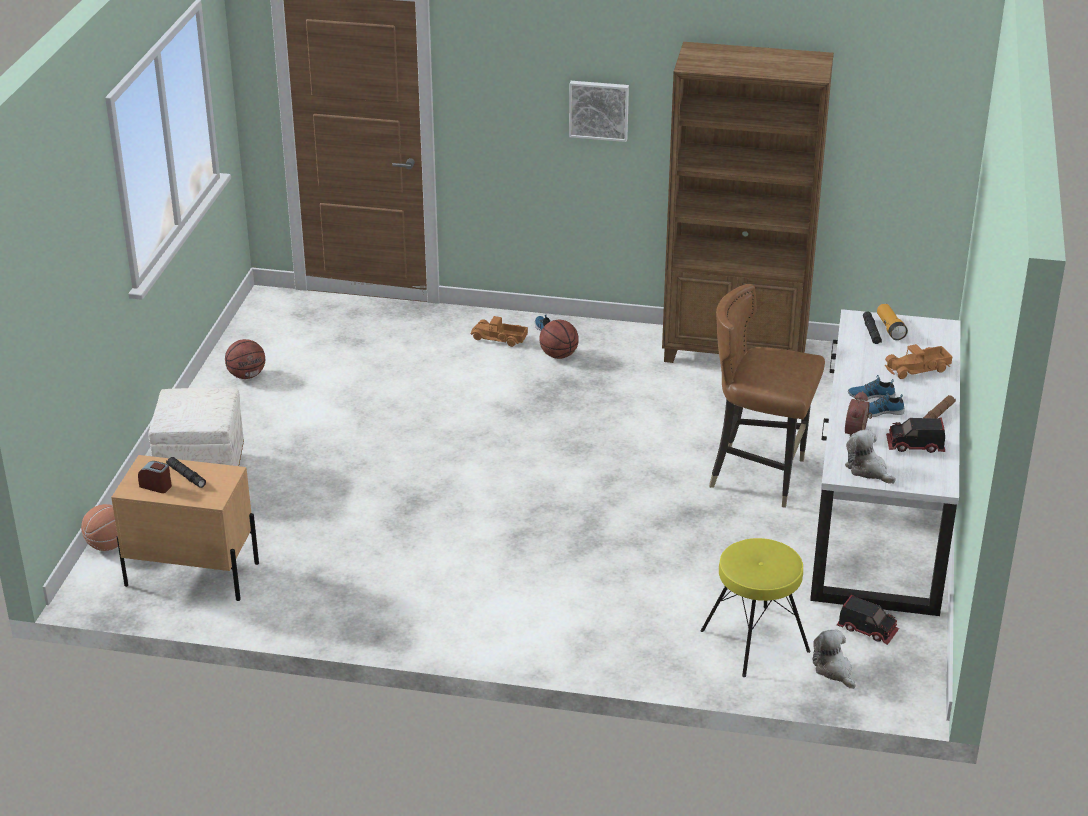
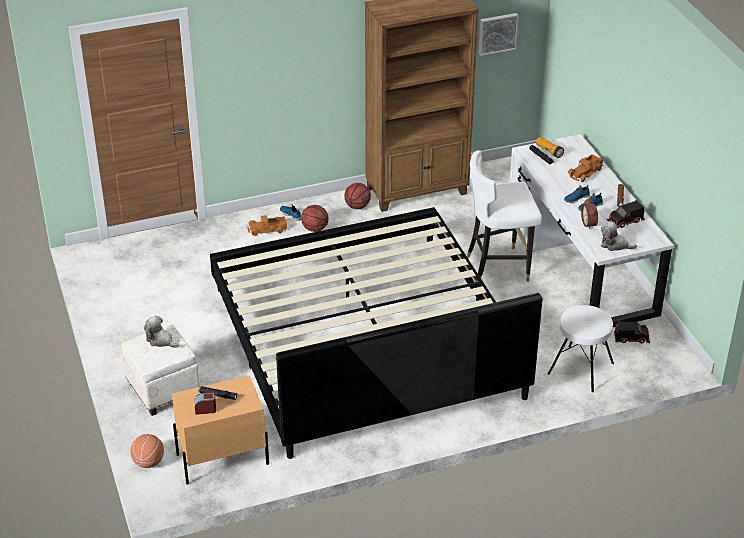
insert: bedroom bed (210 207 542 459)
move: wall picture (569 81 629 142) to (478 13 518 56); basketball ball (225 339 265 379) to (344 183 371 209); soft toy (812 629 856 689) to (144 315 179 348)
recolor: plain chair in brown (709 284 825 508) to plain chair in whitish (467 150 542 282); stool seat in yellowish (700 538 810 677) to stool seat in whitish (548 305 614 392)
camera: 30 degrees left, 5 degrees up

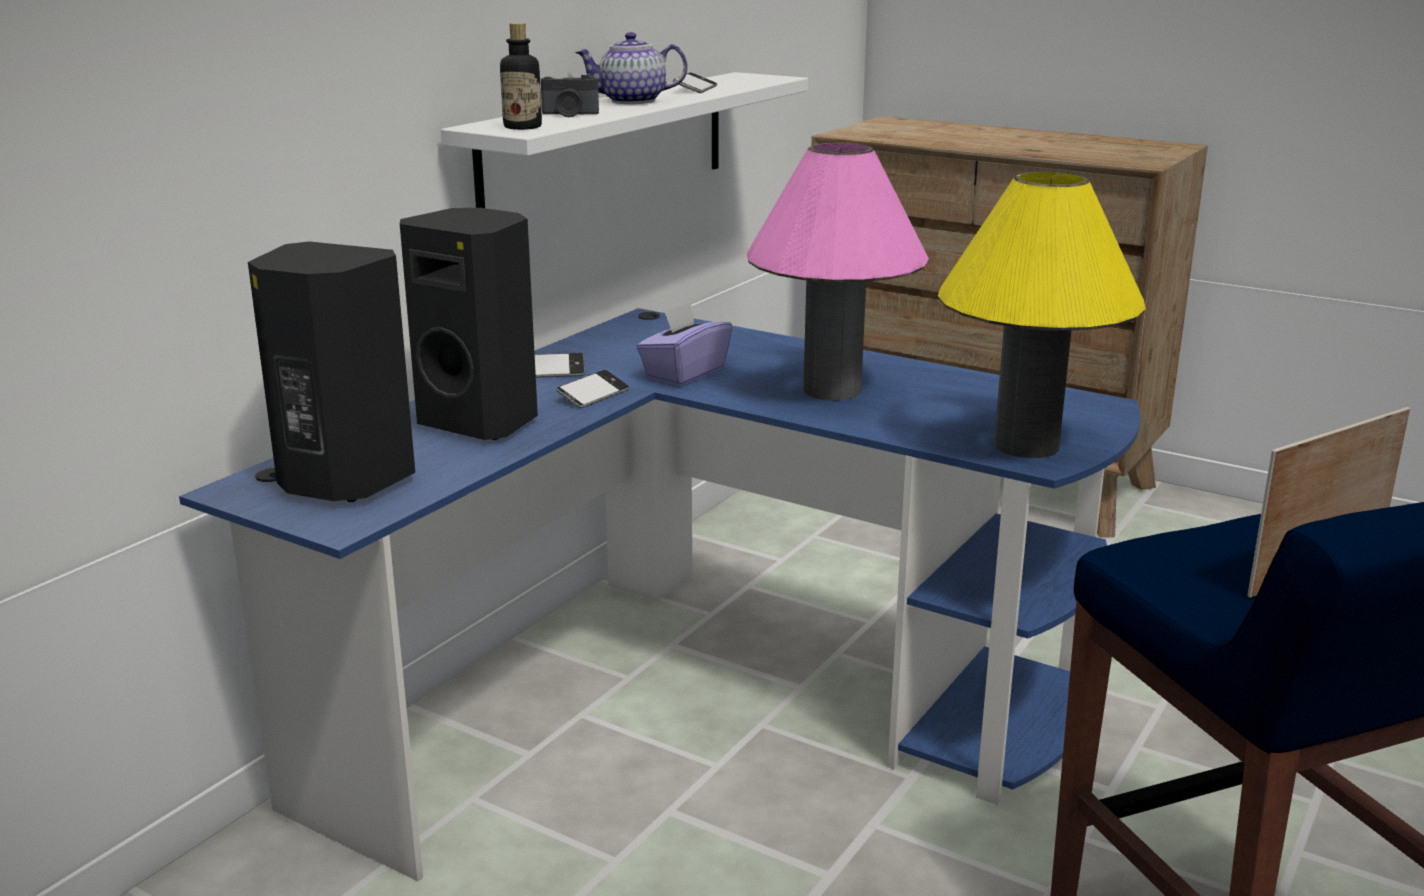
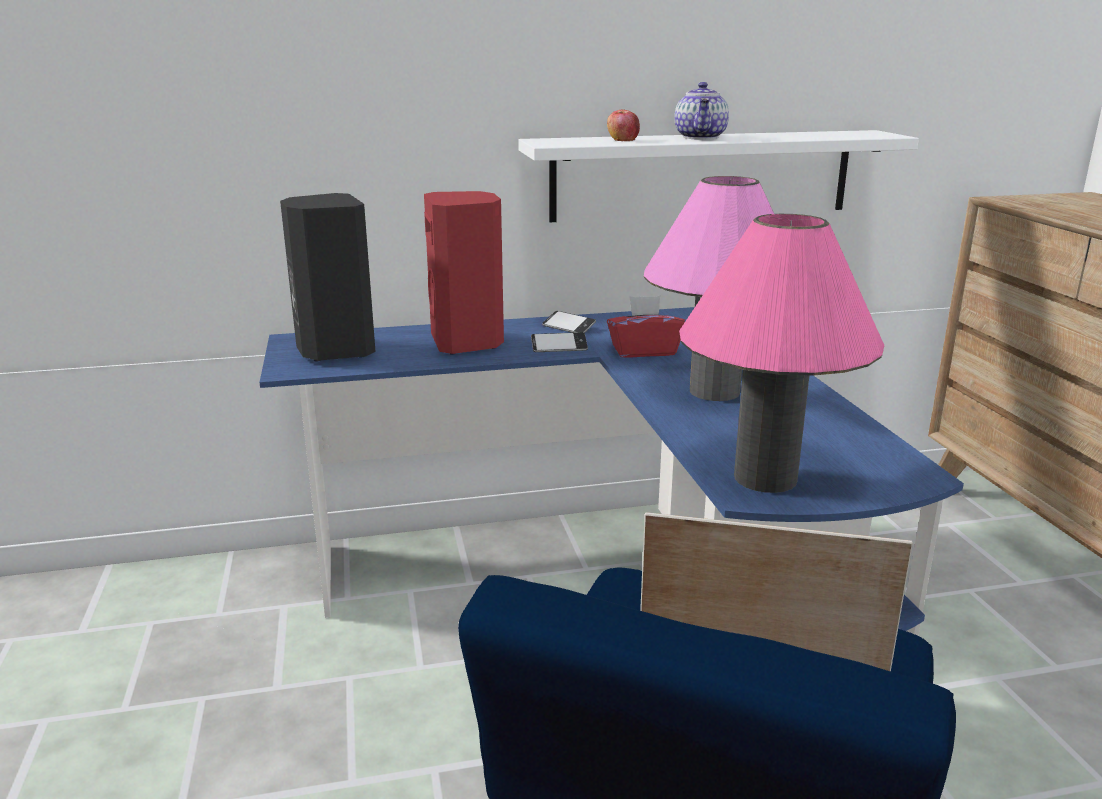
delete: beverage bottle (500 23 542 130); handset (673 72 717 93)
replace: photo camera (541 75 599 117) to apple fruit (607 110 640 141)
recolor: tabletop lamp in yellowish (938 172 1146 458) to tabletop lamp in pink (679 214 885 493); audio speaker in black (400 208 538 440) to audio speaker in red-coloured (424 191 504 355); tissue holder in purple-coloured (636 301 732 386) to tissue holder in red-coloured (607 296 685 358)
rotate: pot for tea (575 32 688 104) = (675 82 729 140) 120 degrees counterclockwise
camera: 45 degrees right, 0 degrees up

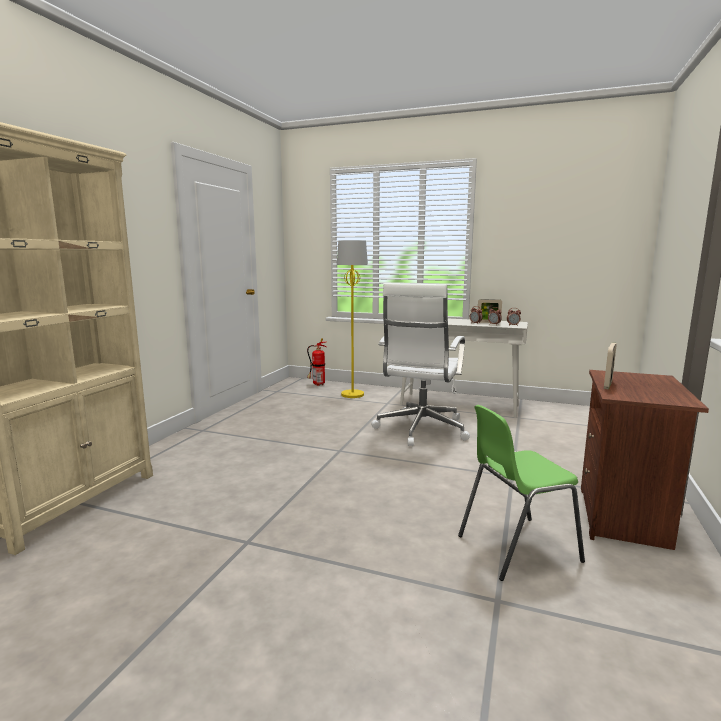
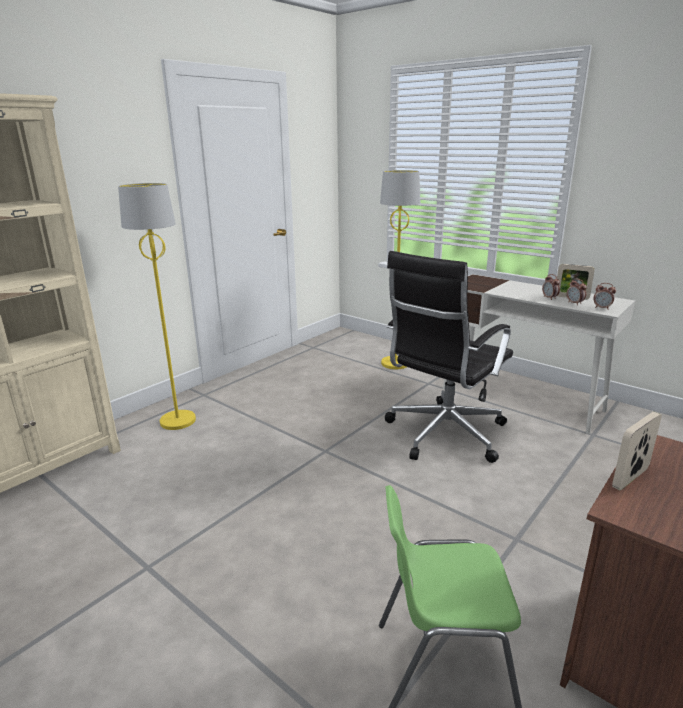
delete: fire-fighting cylinder (307 338 327 386)
insert: floor lamp in yellowish (118 183 196 430)
recolor: desk chair in whitish (371 283 470 446) to desk chair in black (385 251 513 463)
camera: 20 degrees right, 10 degrees up

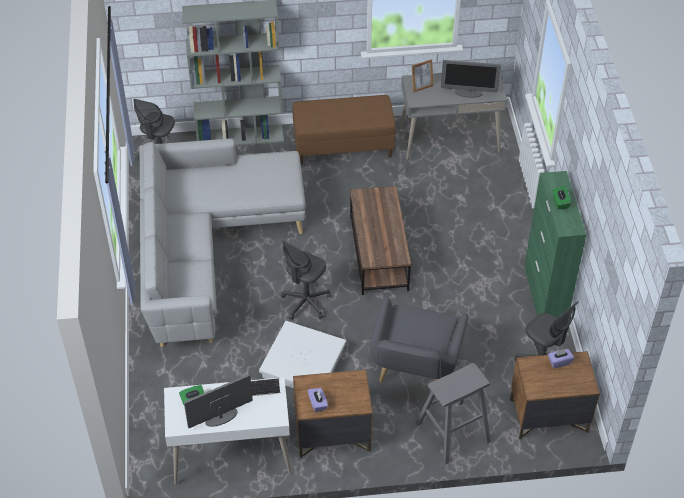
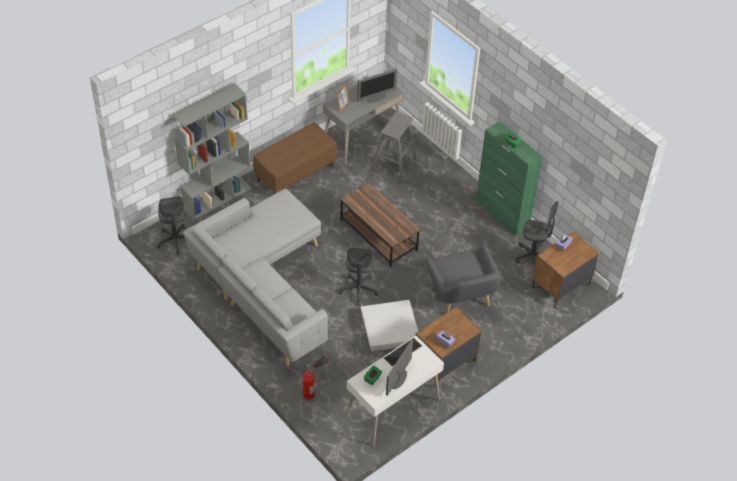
insert: fire-fighting cylinder (303 355 329 399)
move: stool seat in gray (416 363 491 465) to (370 112 418 183)
camera: 35 degrees left, 0 degrees up

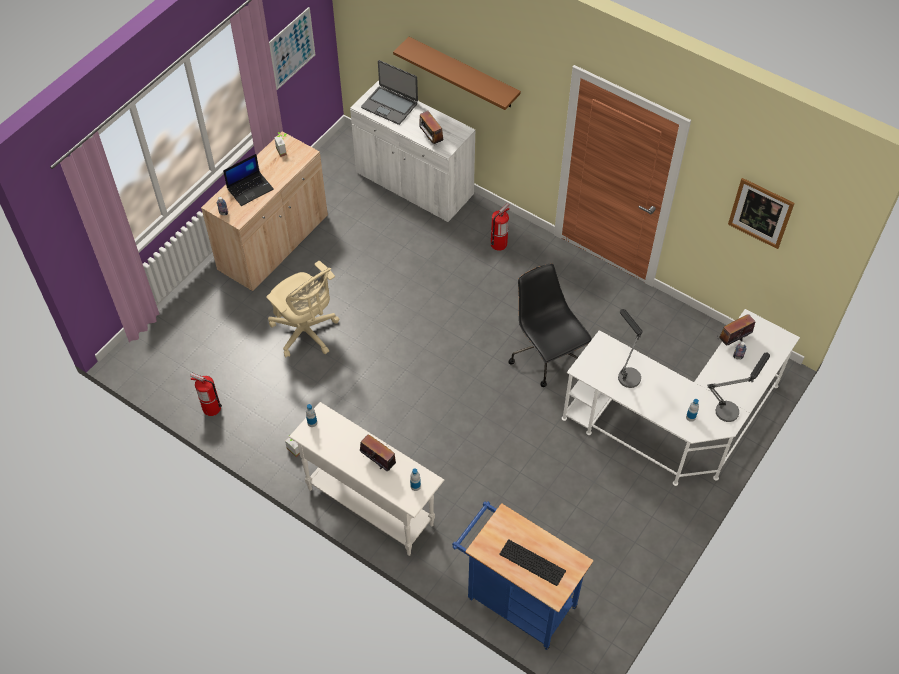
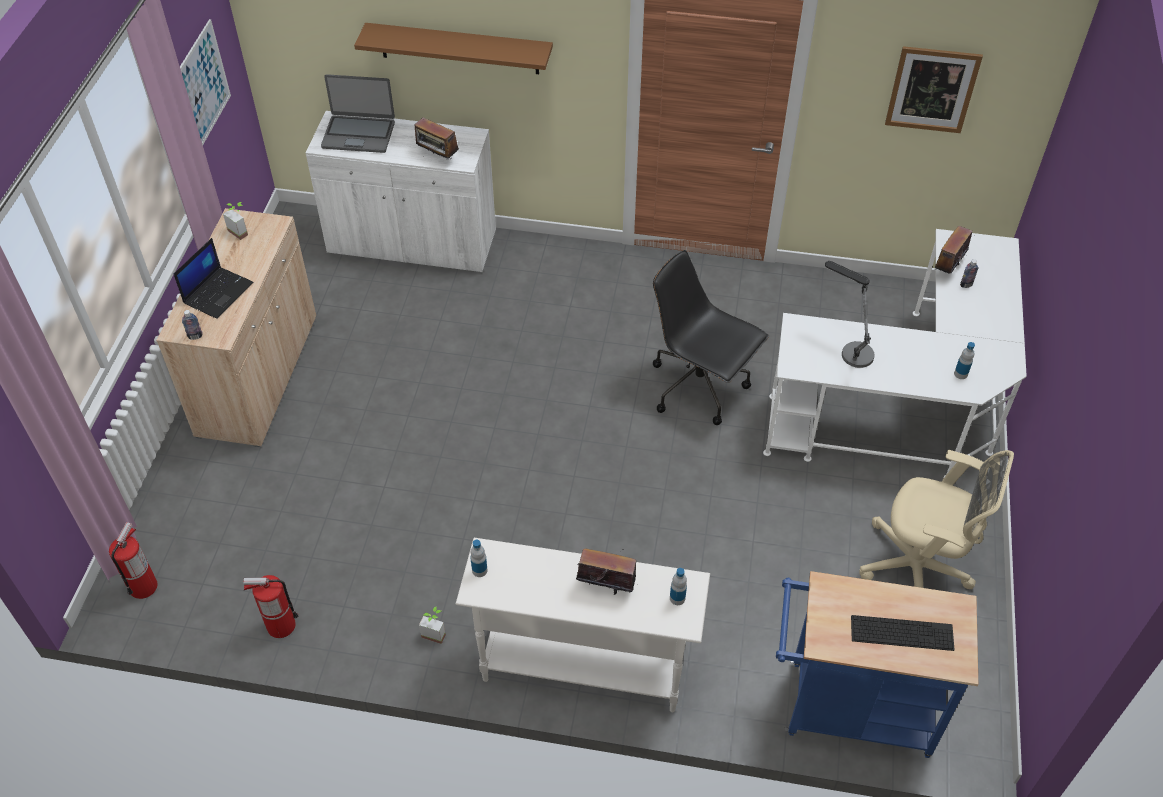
delete: tabletop lamp (707 353 770 422)
move: fire-fighting cylinder (491 203 510 251) to (109 522 158 599); desk chair in sand-coloured (266 261 340 358) to (859 450 1014 589)
camera: 25 degrees left, 5 degrees down

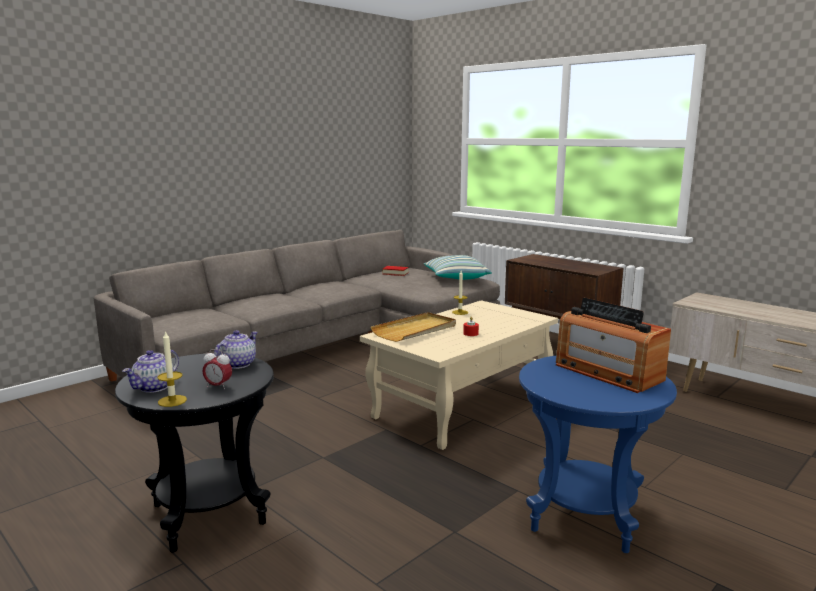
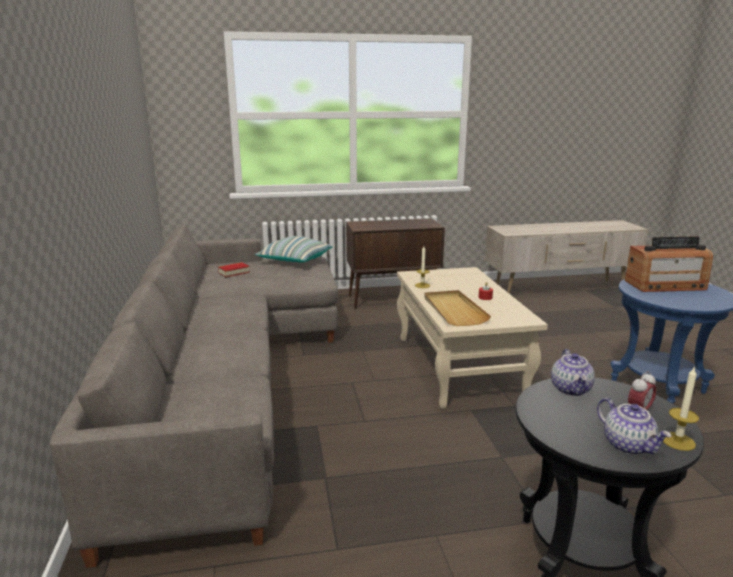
rotate: pot for tea (214 330 258 369) = (551 349 595 396) 150 degrees counterclockwise
camera: 55 degrees left, 5 degrees up

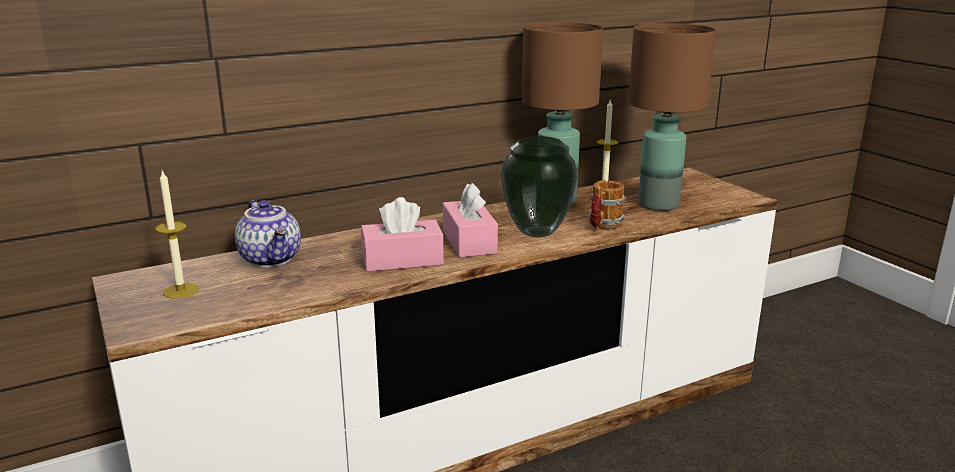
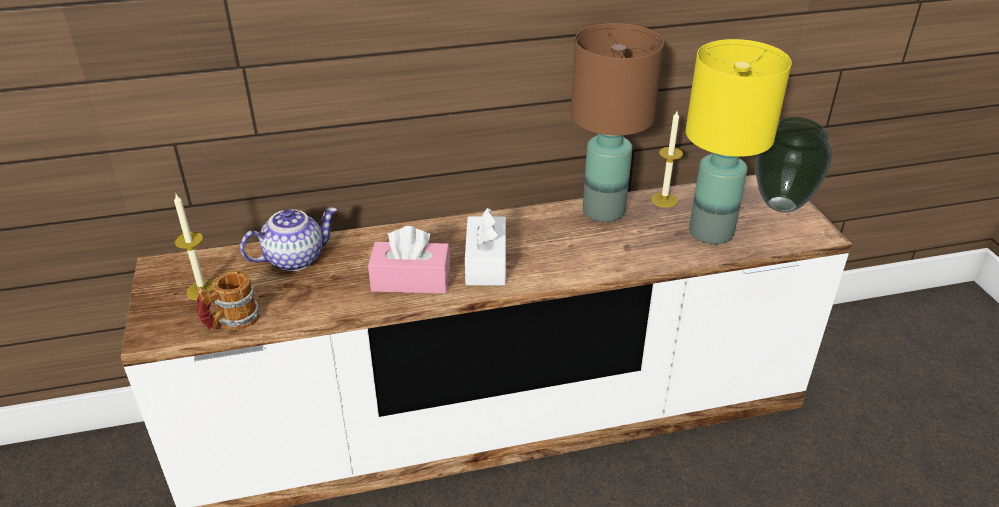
move: decorative vase (501 136 578 237) to (755 117 832 212); mug (588 180 626 230) to (197 270 259 330)
recolor: tabletop lamp in brown (628 23 716 211) to tabletop lamp in yellowish (685 39 792 244); tissue holder in pink (443 183 498 258) to tissue holder in whitish (465 208 506 285)
rotate: pot for tea (235 200 301 268) = (240 207 337 271) 105 degrees counterclockwise
camera: 15 degrees right, 15 degrees up

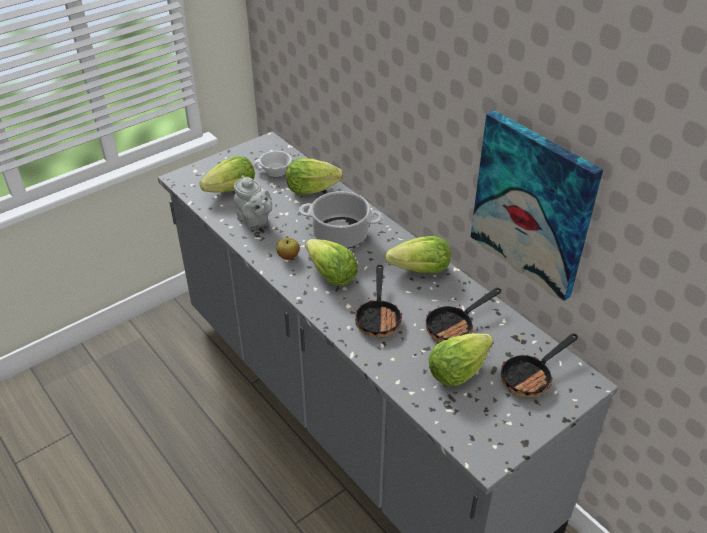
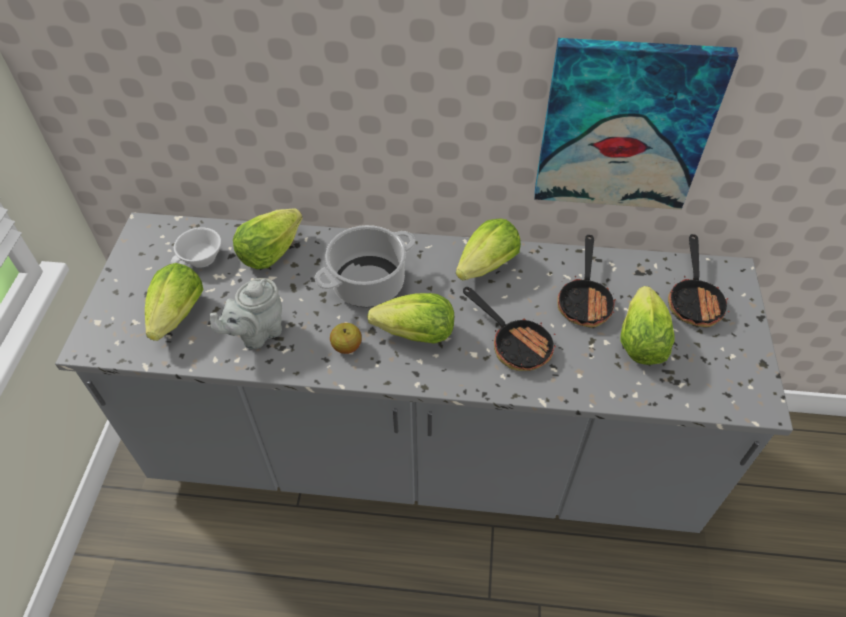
rotate: pot for tea in gray (234 175 272 229) = (210 278 282 349) 135 degrees clockwise
camera: 45 degrees left, 10 degrees up

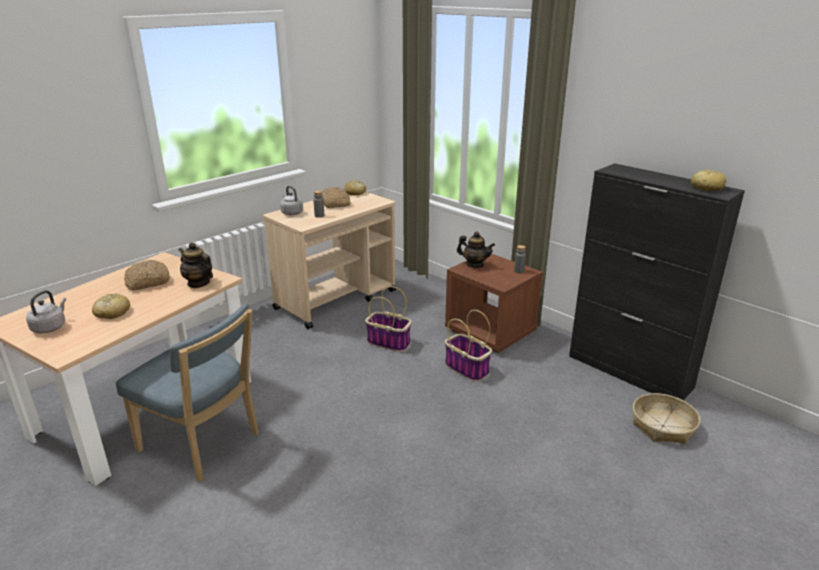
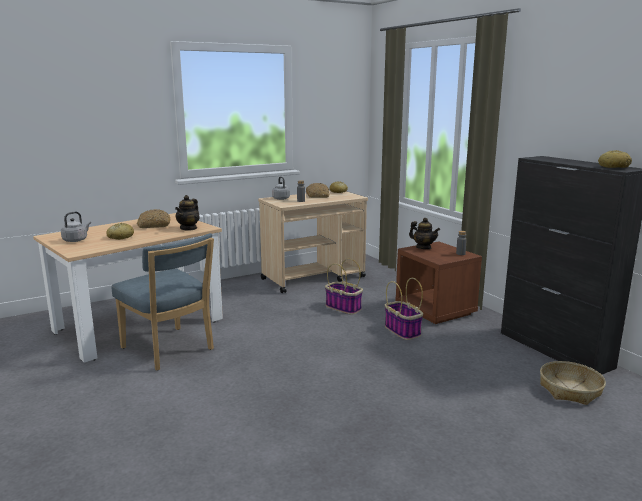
rotate: pot for tea (179 242 213 288) = (175 195 200 231) 120 degrees counterclockwise
camera: 15 degrees right, 10 degrees down

